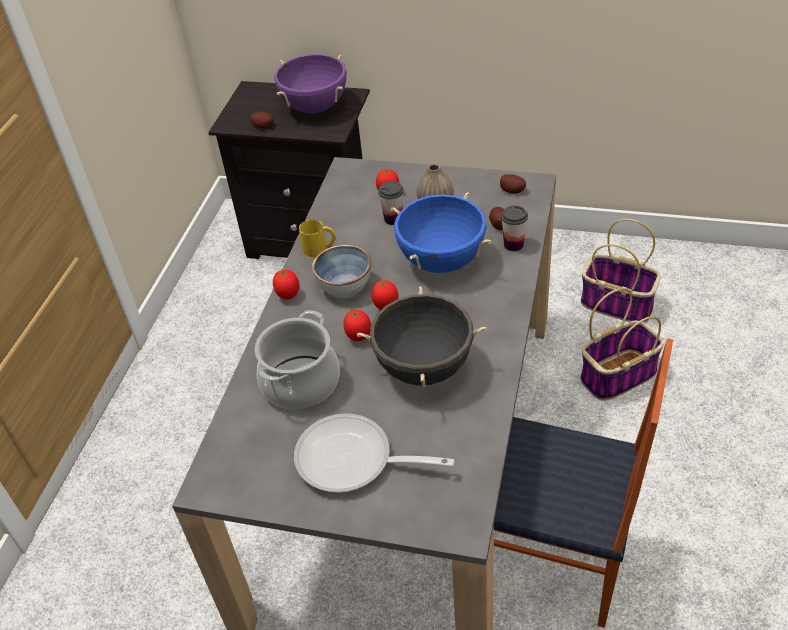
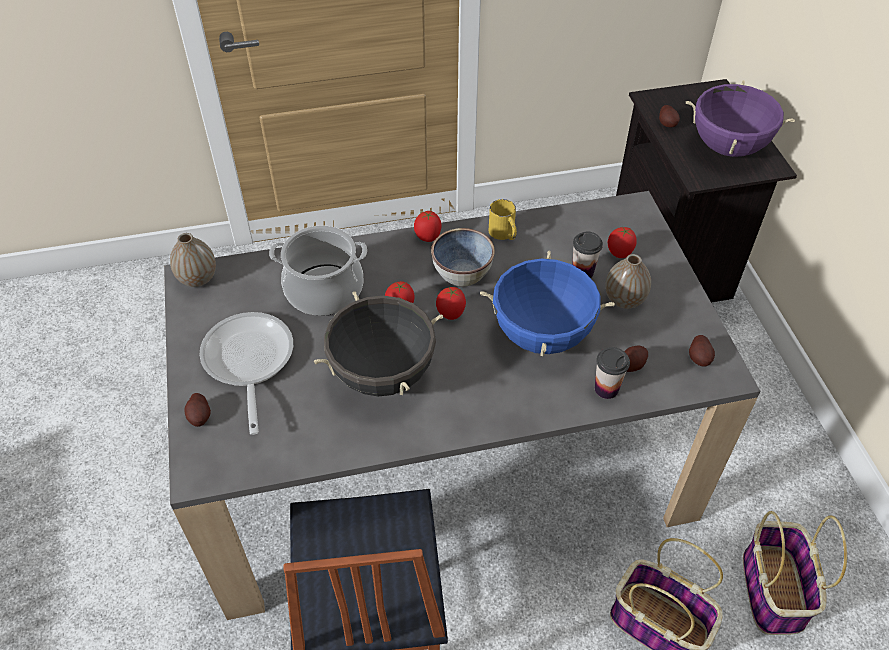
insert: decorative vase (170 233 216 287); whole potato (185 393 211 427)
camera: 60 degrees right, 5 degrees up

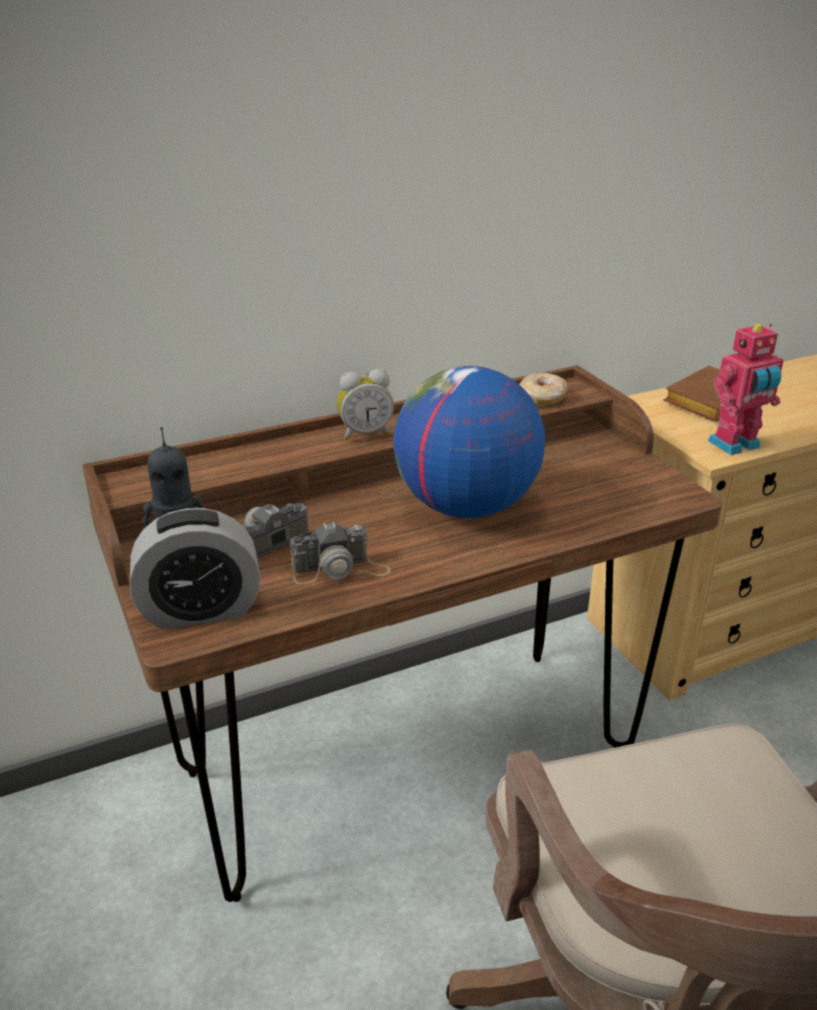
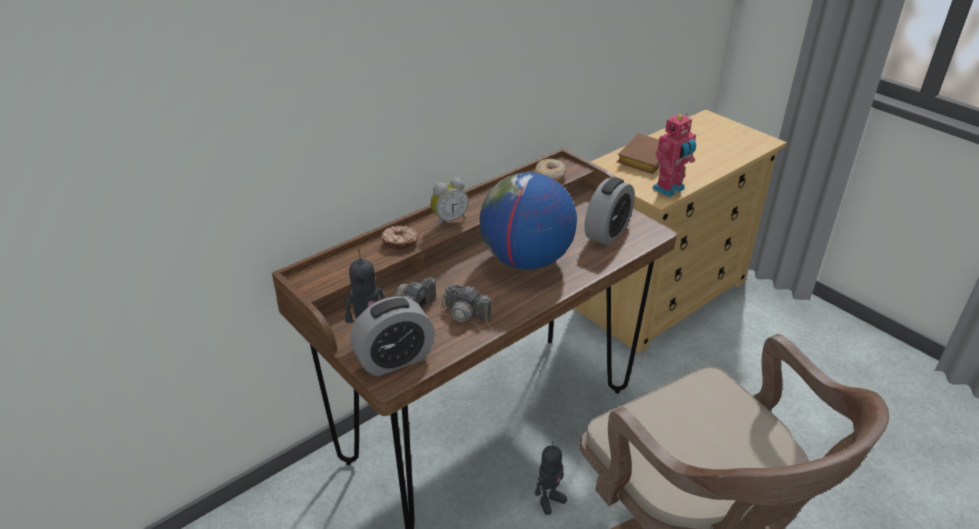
insert: bedside clock (584 177 635 246); ring doughnut (381 226 418 249); model robot (535 441 567 515)
rotate: photo camera (290 521 391 584) = (439 285 493 334) 60 degrees clockwise
camera: 15 degrees left, 5 degrees up

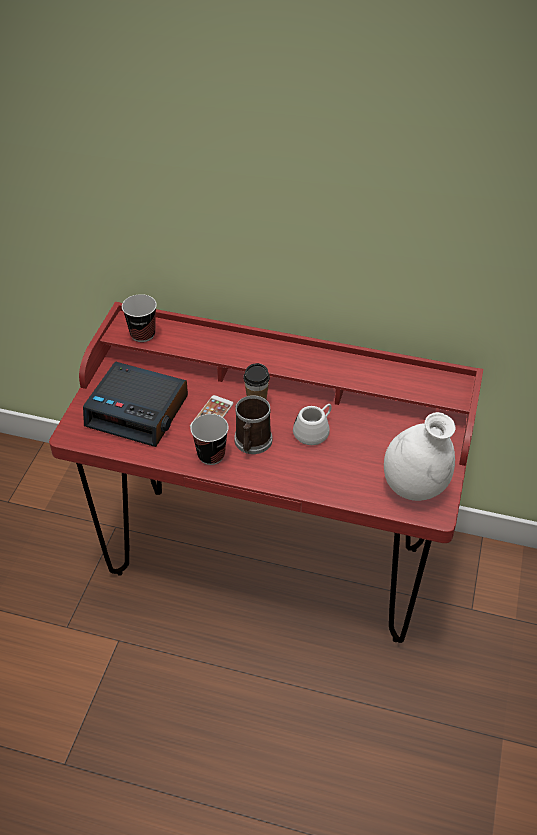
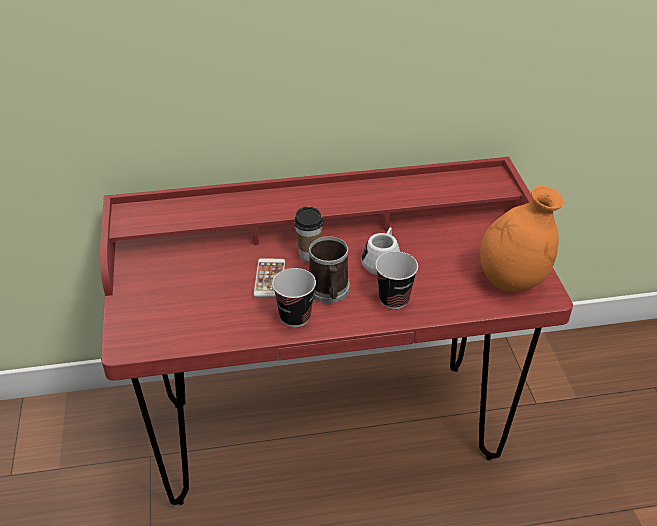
delete: bedside clock (83 361 188 447)
move: drinking cup (122 294 157 342) to (375 251 418 309)
recolor: decorative vase in whitish (384 412 455 501) to decorative vase in orangey (480 186 563 292)
camera: 25 degrees left, 5 degrees down

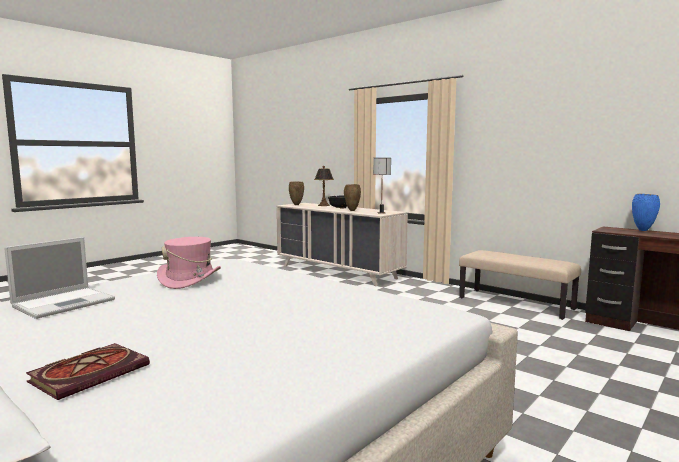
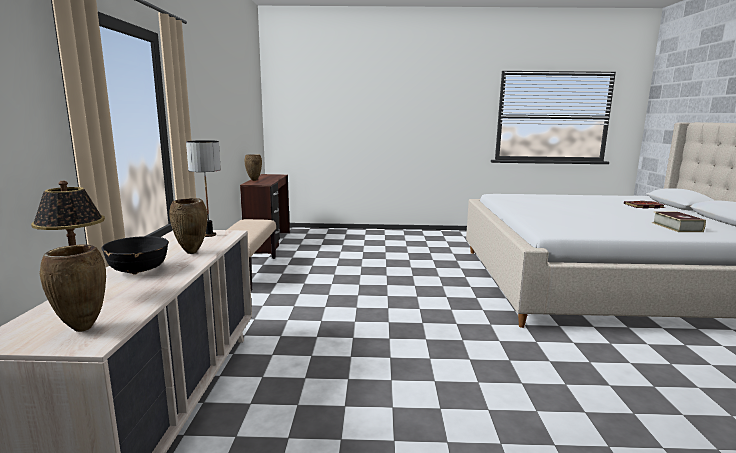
delete: wearable hat in pink (157 237 221 289)
replace: laptop (4 237 115 319) to bound book (652 212 706 232)
recolor: decorative vase in bluish (632 194 660 231) to decorative vase in brown (245 154 262 181)
camera: 130 degrees left, 5 degrees up

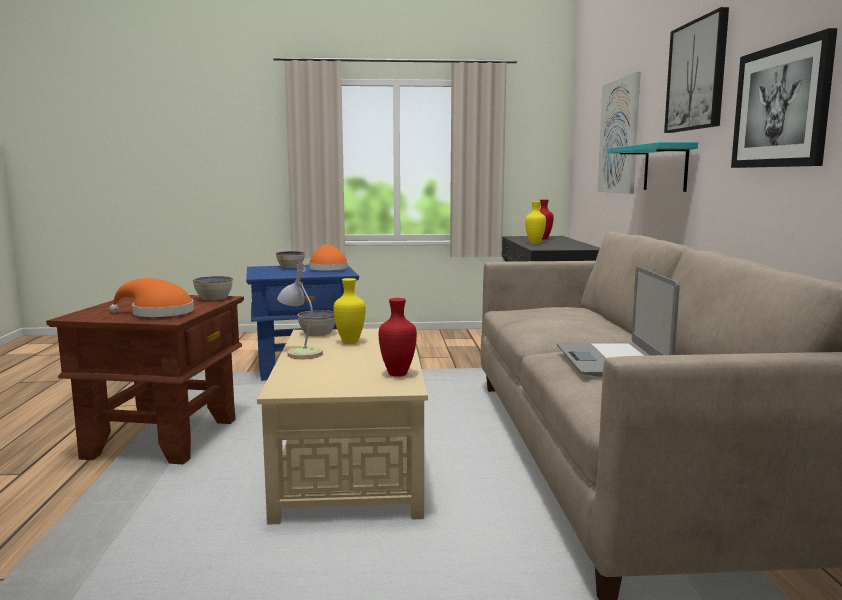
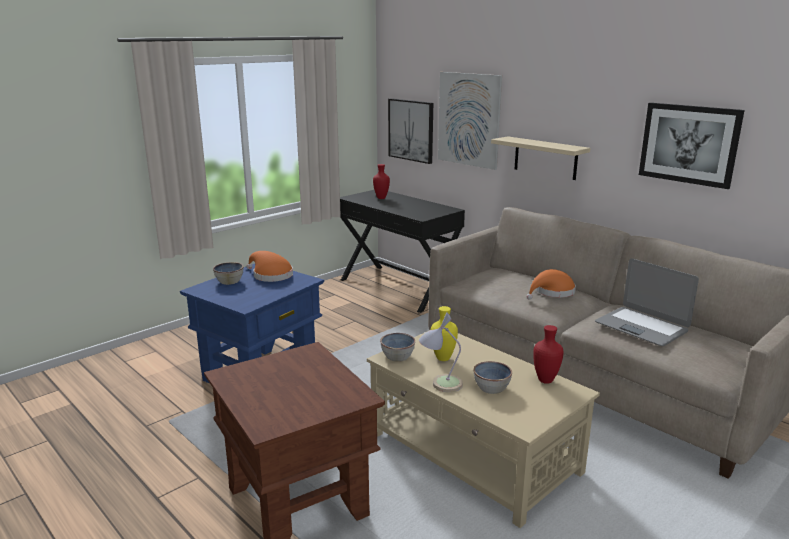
delete: decorative vase in yellowish (525 201 546 244)
move: wall picture (664 7 729 133) to (388 98 433 164); serving bowl (193 276 233 300) to (474 361 512 394); wearable hat in orangey (109 278 194 317) to (526 269 576 300)
recolor: wall shelf in turquoise-coloured (608 142 698 192) to wall shelf in sand-coloured (491 136 590 180)
camera: 40 degrees left, 10 degrees up

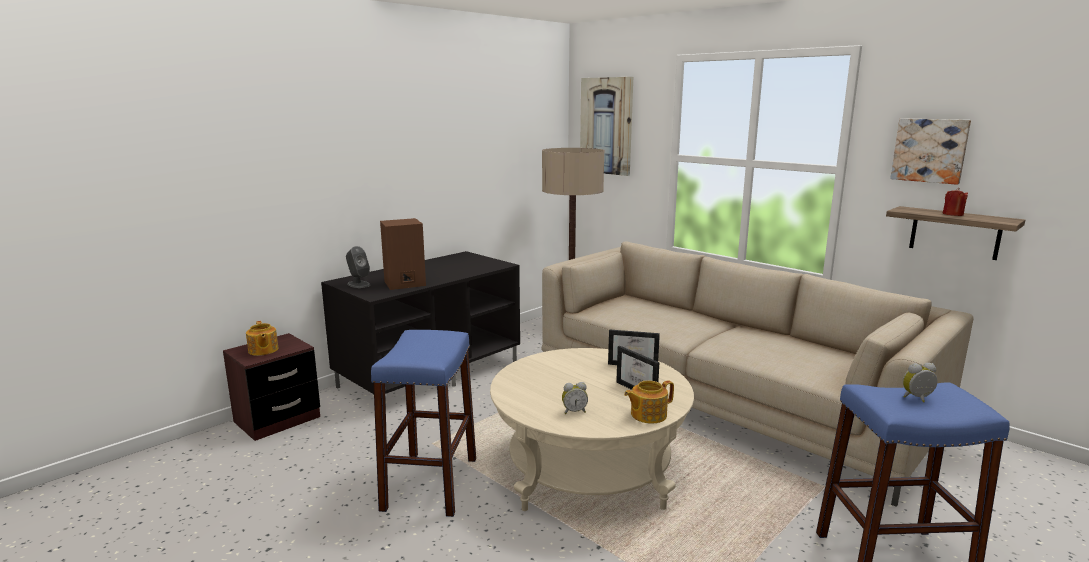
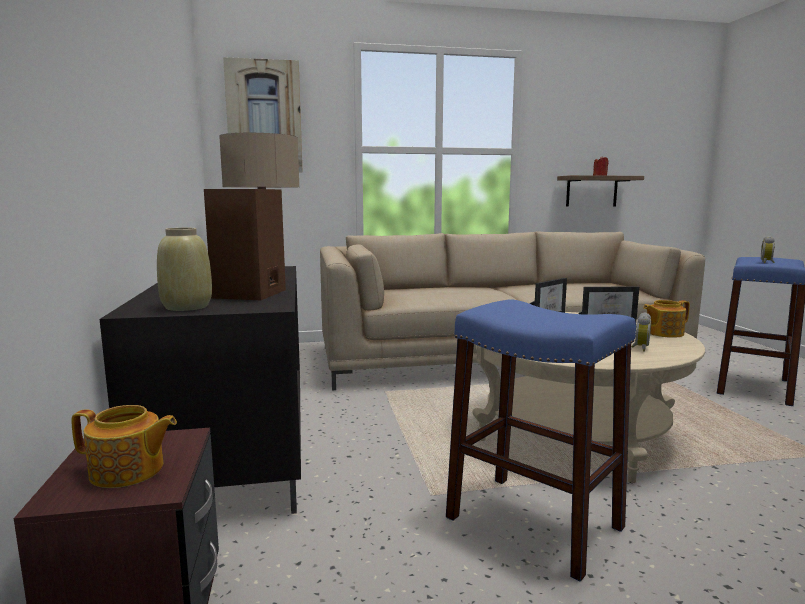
delete: wall picture (890 118 971 185)
replace: audio speaker in gray (346 246 370 288) to decorative vase in sand-coloured (157 228 212 311)
rotate: pot for tea (624 380 674 424) = (643 300 690 338) 60 degrees clockwise
camera: 55 degrees left, 5 degrees down

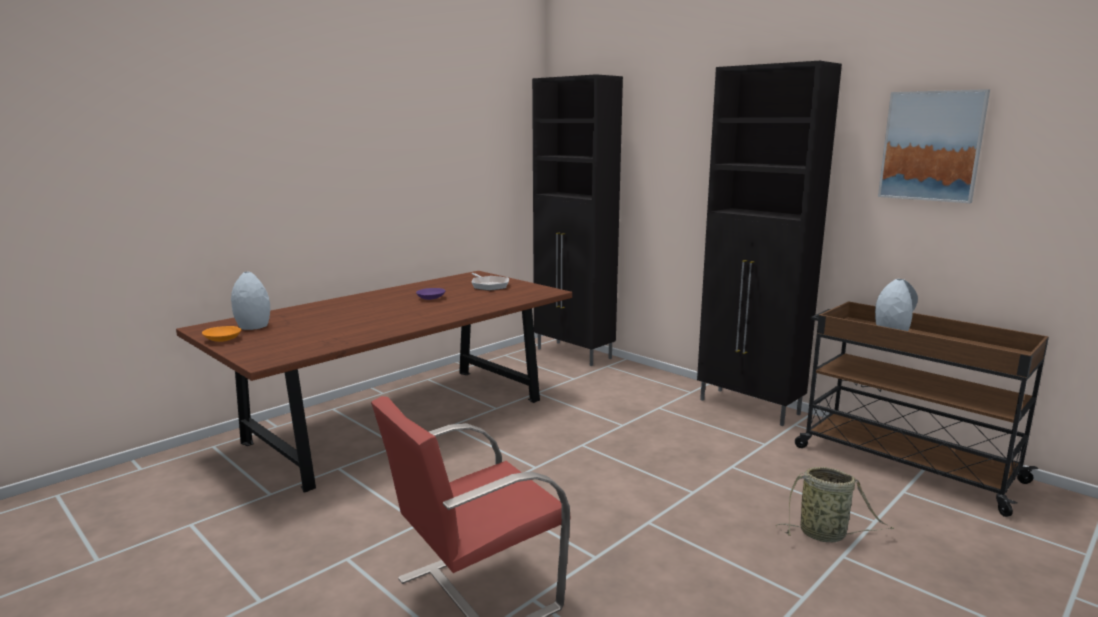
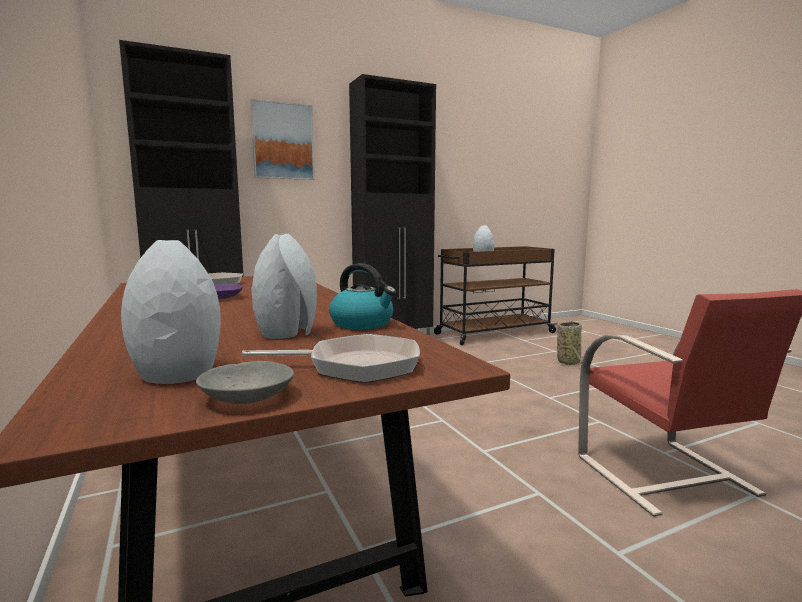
insert: decorative vase in gray (251 234 317 339); kettle (329 263 396 330); frying pan (242 334 420 383)
move: wall picture (878 89 990 203) to (250 99 315 180)
recolor: serving bowl in orangey (202 326 241 342) to serving bowl in gray (196 361 294 404)
camera: 70 degrees left, 5 degrees down

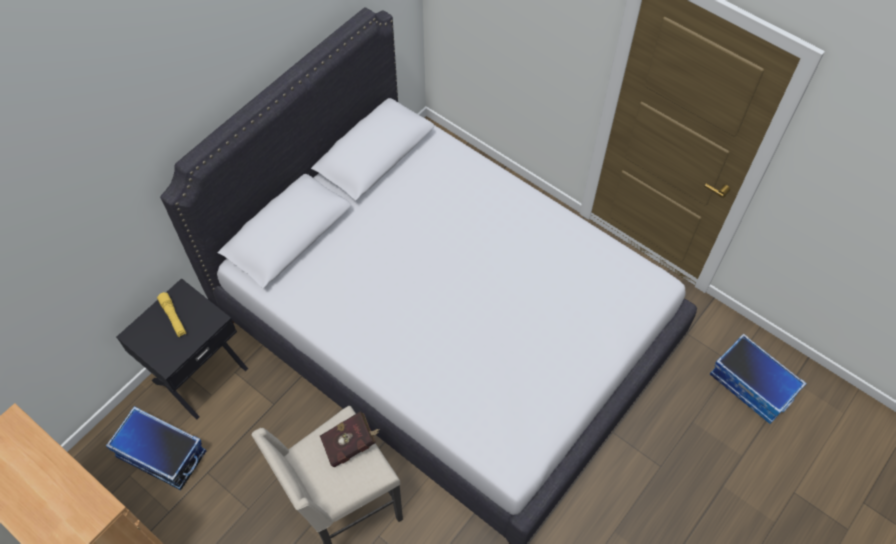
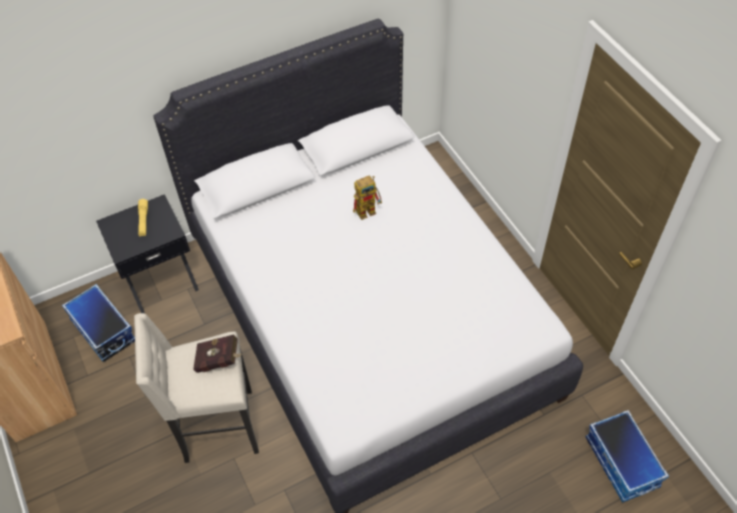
insert: model robot (353 176 382 220)
camera: 25 degrees right, 5 degrees down

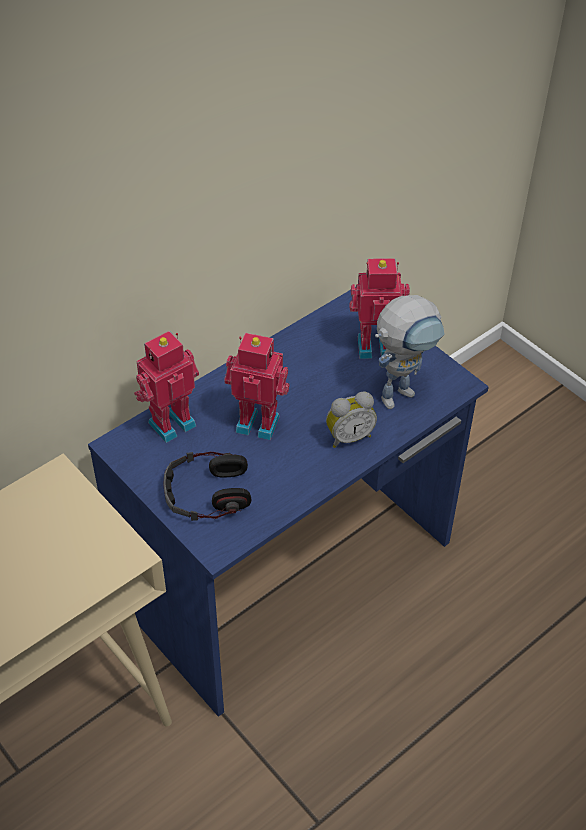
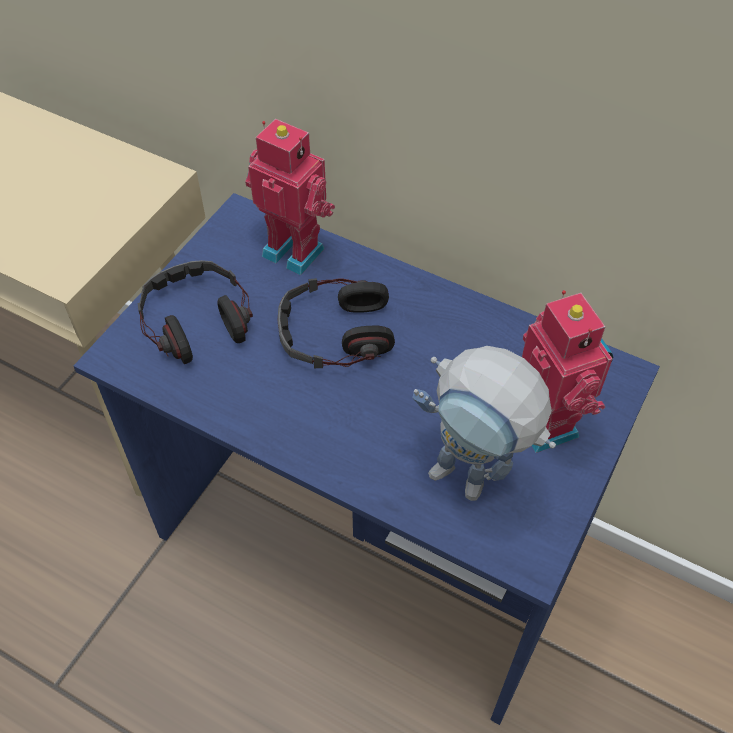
delete: bedside clock (326 391 377 448)
replace: model robot (224 333 290 440) to headset (277 278 395 368)
camera: 70 degrees right, 5 degrees up

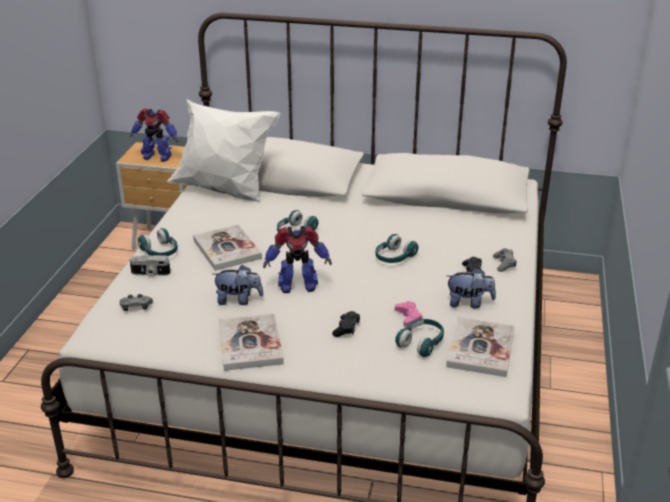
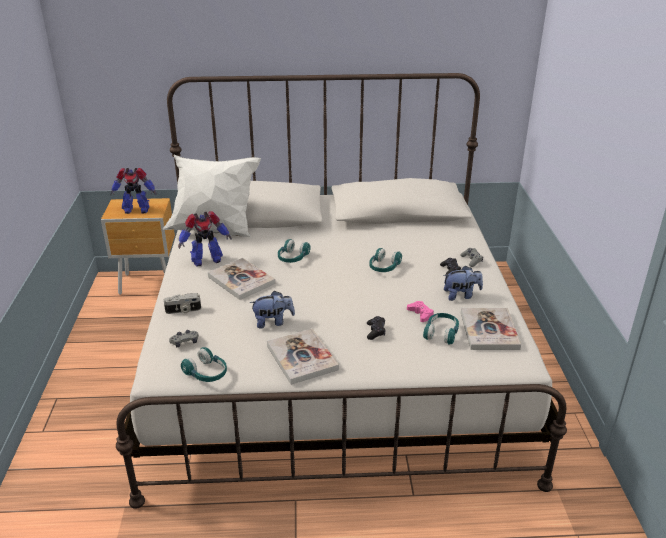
move: model robot (263 226 332 293) to (178 211 232 266); headset in turquoise-coloured (138 228 178 256) to (181 347 227 382)
camera: 15 degrees left, 0 degrees up

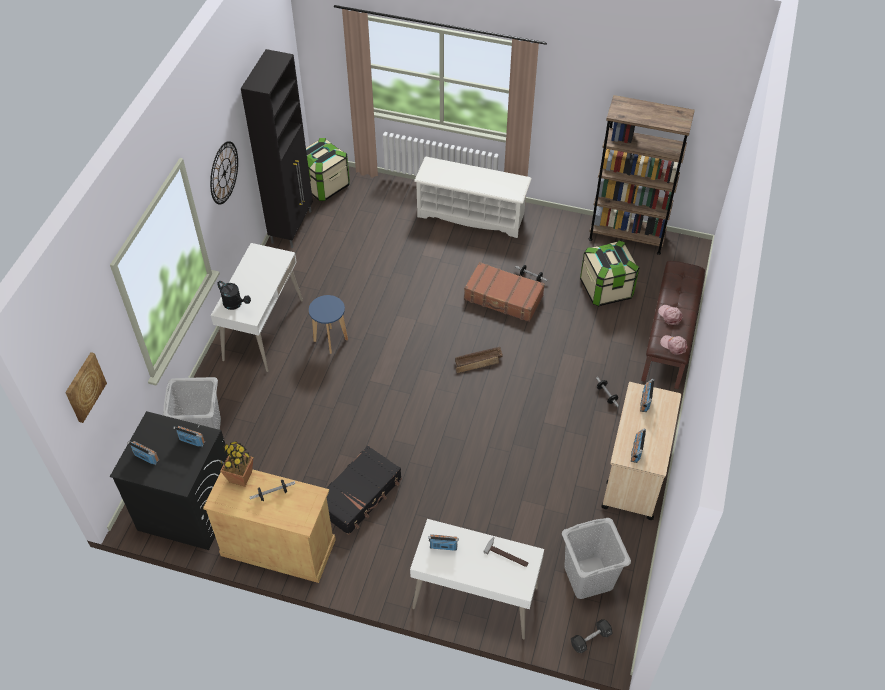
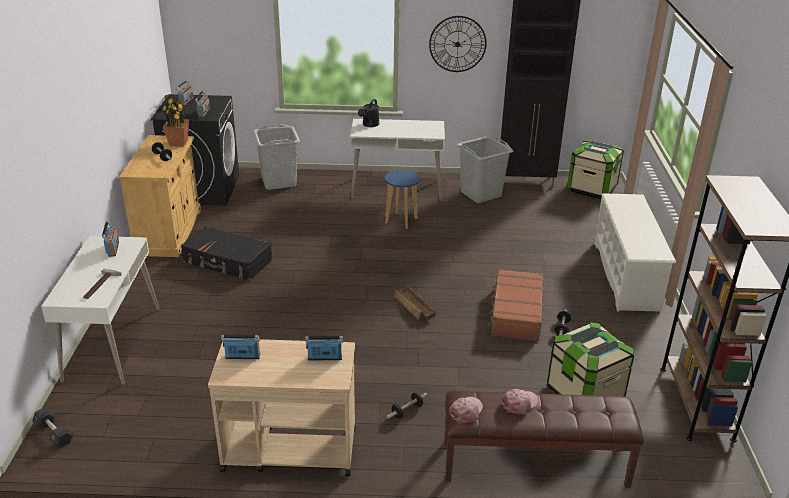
delete: wall picture (65 352 107 423)
move: hamper in gray (562 518 631 599) to (456 136 513 203)
camera: 75 degrees right, 20 degrees down

